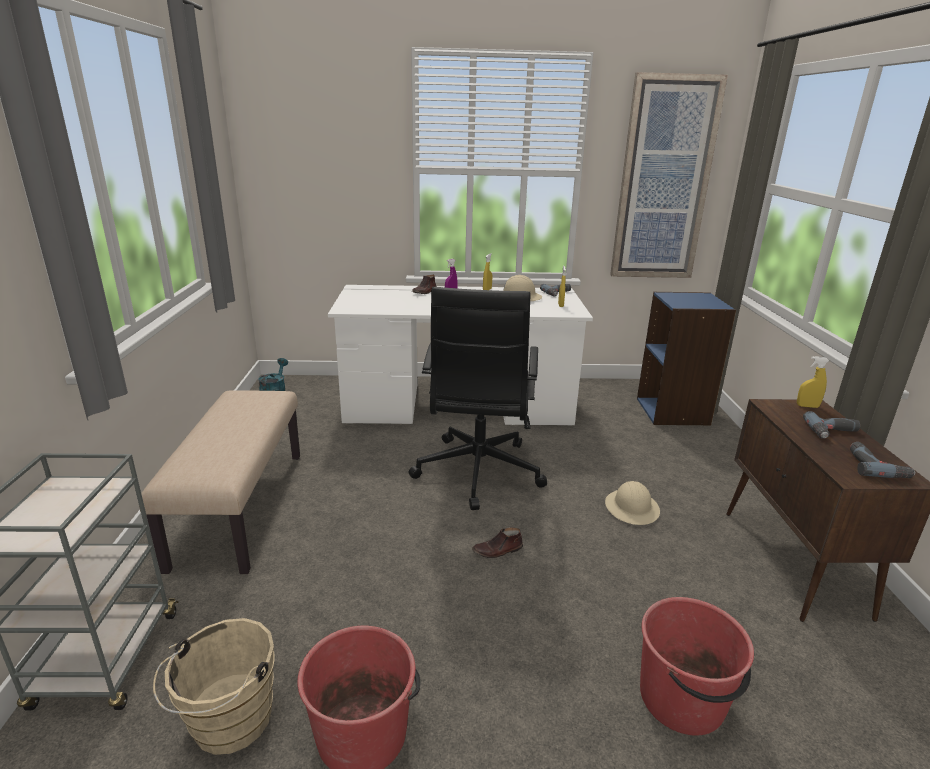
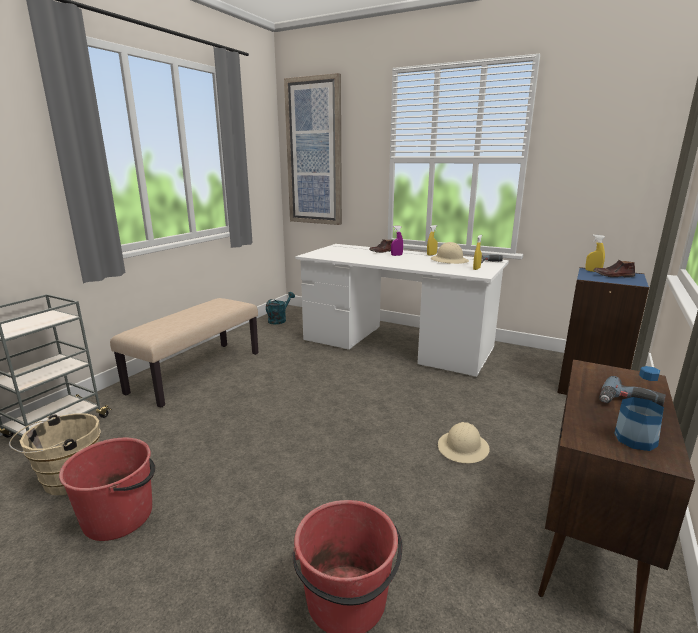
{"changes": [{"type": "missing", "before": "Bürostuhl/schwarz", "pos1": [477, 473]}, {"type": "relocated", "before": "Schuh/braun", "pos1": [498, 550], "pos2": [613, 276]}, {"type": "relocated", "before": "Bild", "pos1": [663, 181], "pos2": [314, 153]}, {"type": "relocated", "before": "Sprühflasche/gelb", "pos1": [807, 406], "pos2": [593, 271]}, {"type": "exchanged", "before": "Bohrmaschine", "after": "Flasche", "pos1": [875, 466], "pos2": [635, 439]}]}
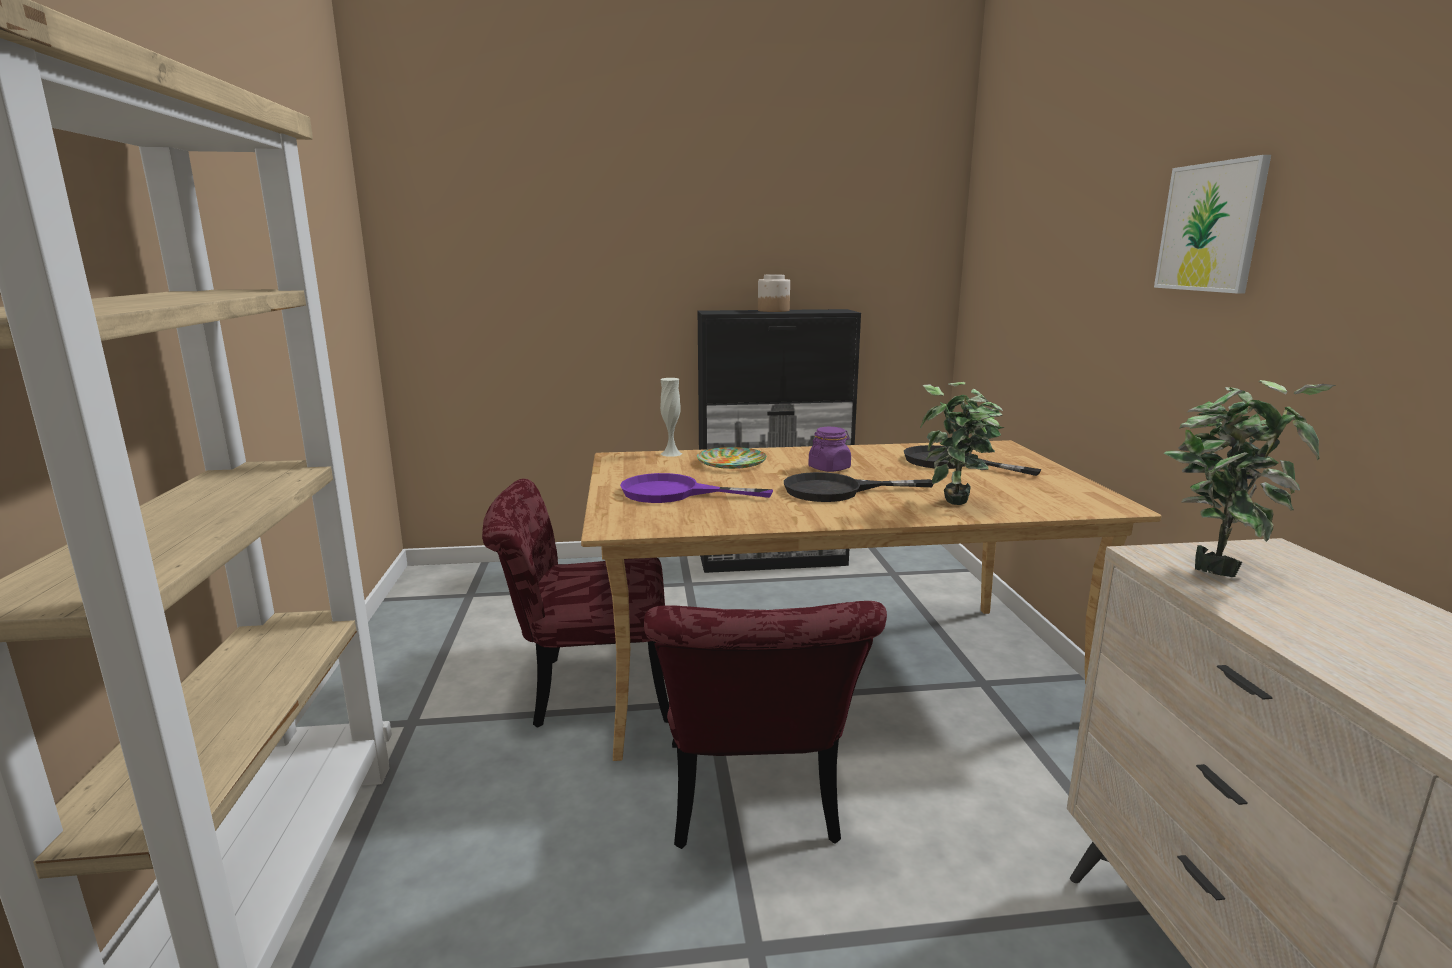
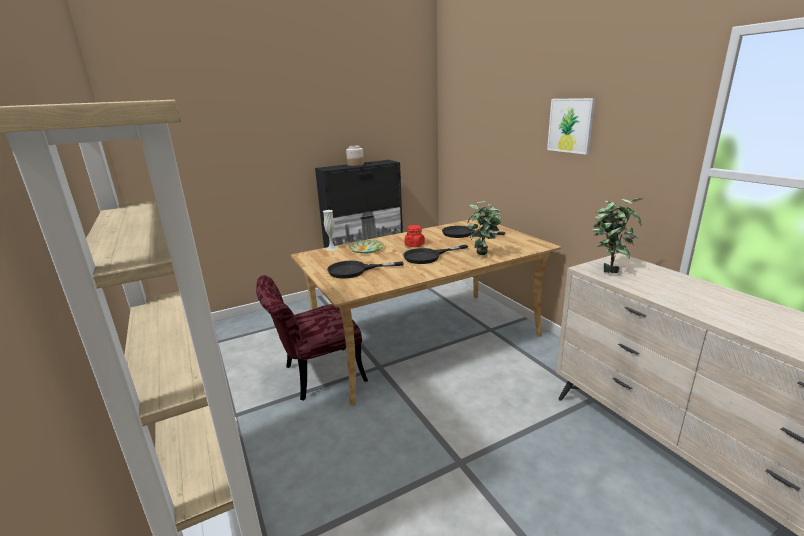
{"changes": [{"type": "colour", "before": "Pfanne/lila", "after": "Pfanne/schwarz", "pos1": [674, 493], "pos2": [355, 270]}, {"type": "missing", "before": "Stuhl/rot", "pos1": [753, 806]}, {"type": "colour", "before": "Vorratsglas/lila", "after": "Vorratsglas/rot", "pos1": [829, 468], "pos2": [414, 245]}]}
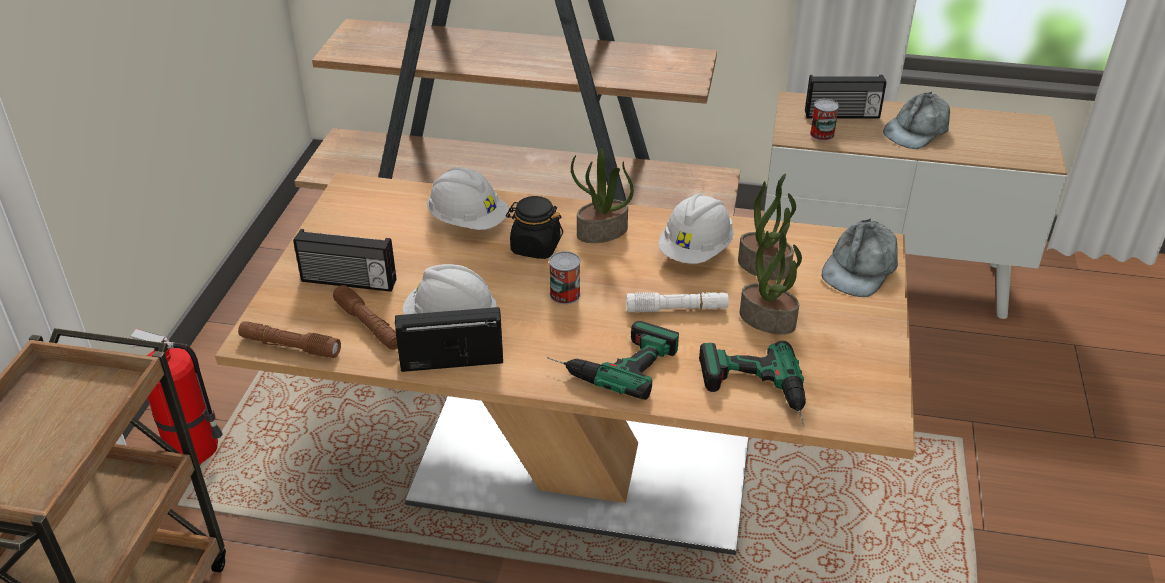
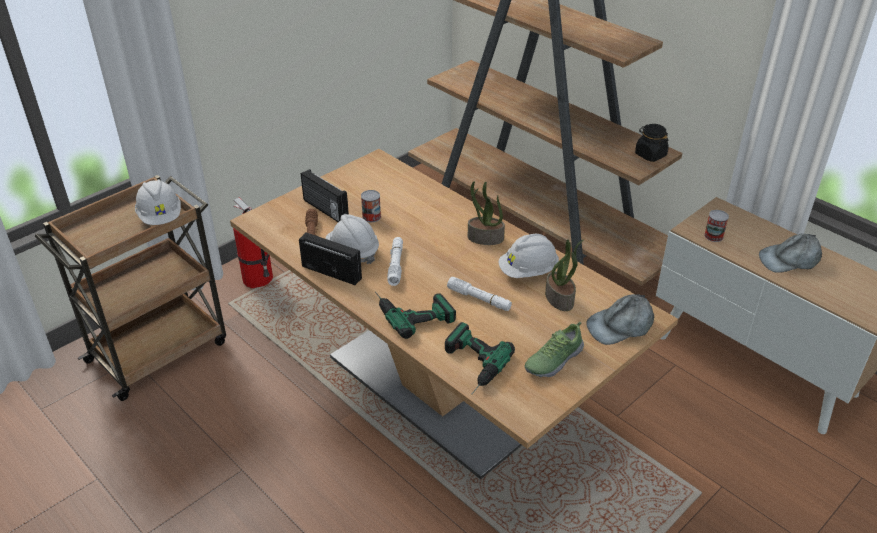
{"changes": [{"type": "missing", "before": "Taschenlampe/braun", "pos1": [290, 346]}, {"type": "relocated", "before": "Schutzhelm/weiß", "pos1": [468, 221], "pos2": [160, 217]}, {"type": "relocated", "before": "Vorratsglas/schwarz", "pos1": [535, 247], "pos2": [650, 155]}, {"type": "relocated", "before": "Dose", "pos1": [565, 294], "pos2": [371, 216]}, {"type": "missing", "before": "Topfpflanze", "pos1": [768, 319]}, {"type": "missing", "before": "Radio", "pos1": [842, 115]}, {"type": "appeared", "after": "Taschenlampe/weiß", "pos2": [396, 265]}, {"type": "appeared", "after": "Schuh", "pos2": [553, 360]}]}
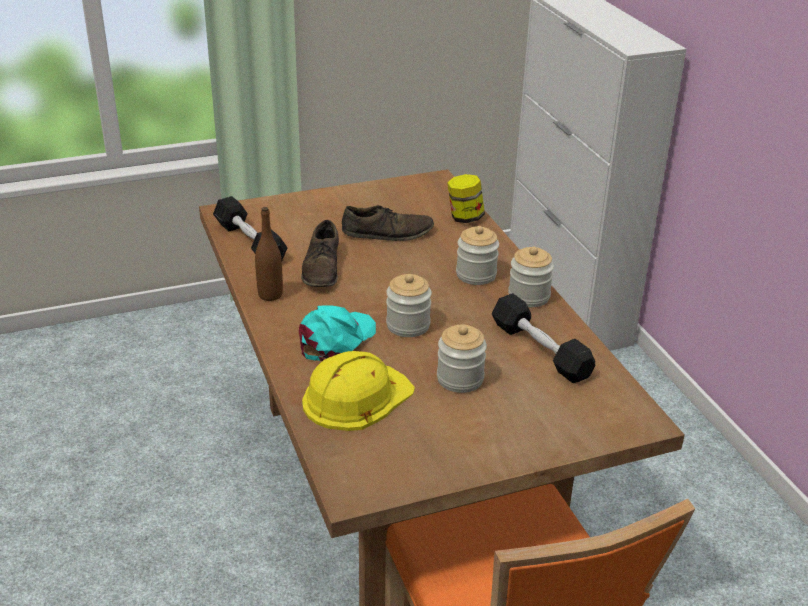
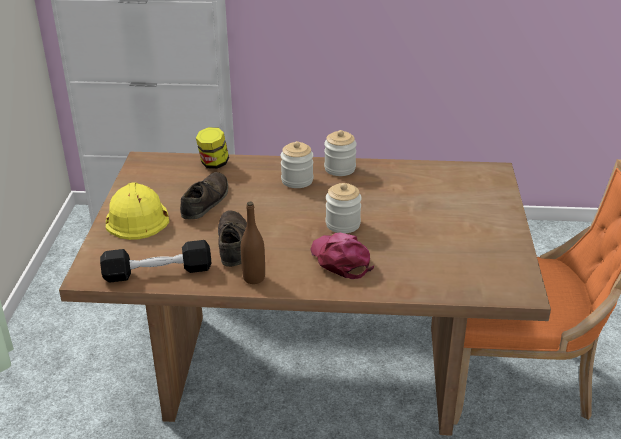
{"changes": [{"type": "colour", "before": "Kappe/türkis", "after": "Kappe/rosa", "pos1": [336, 339], "pos2": [341, 260]}, {"type": "spun", "before": "Schuh/braun", "pos1": [322, 268], "pos2": [232, 243], "turn": -120}, {"type": "relocated", "before": "Schutzhelm/gelb", "pos1": [356, 397], "pos2": [136, 216]}, {"type": "missing", "before": "Vorratsglas", "pos1": [460, 379]}, {"type": "missing", "before": "Hantel/schwarz", "pos1": [540, 350]}]}
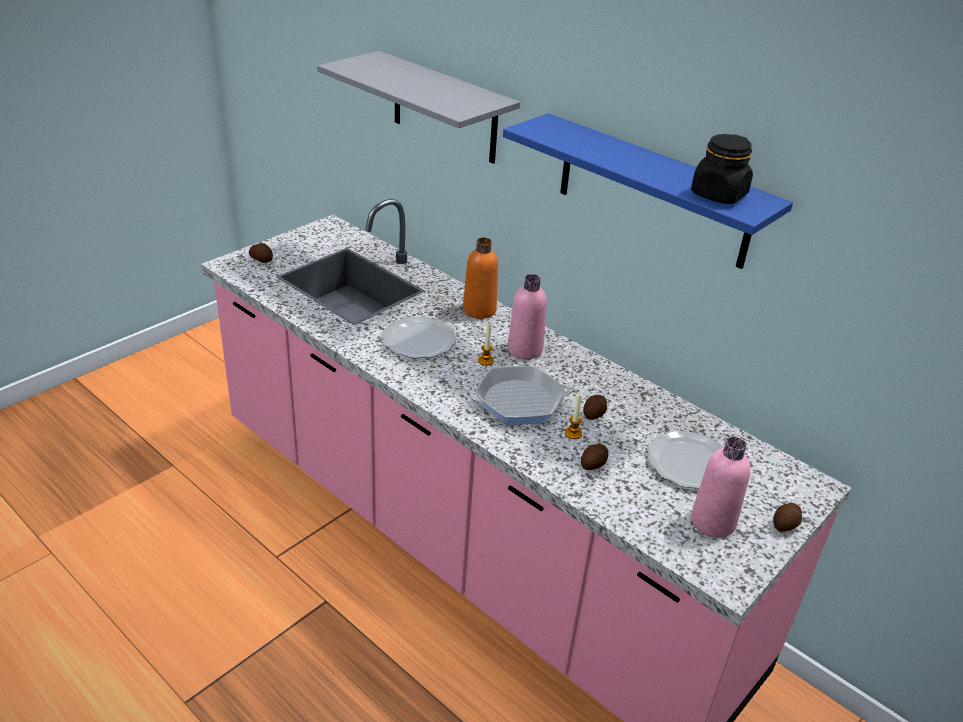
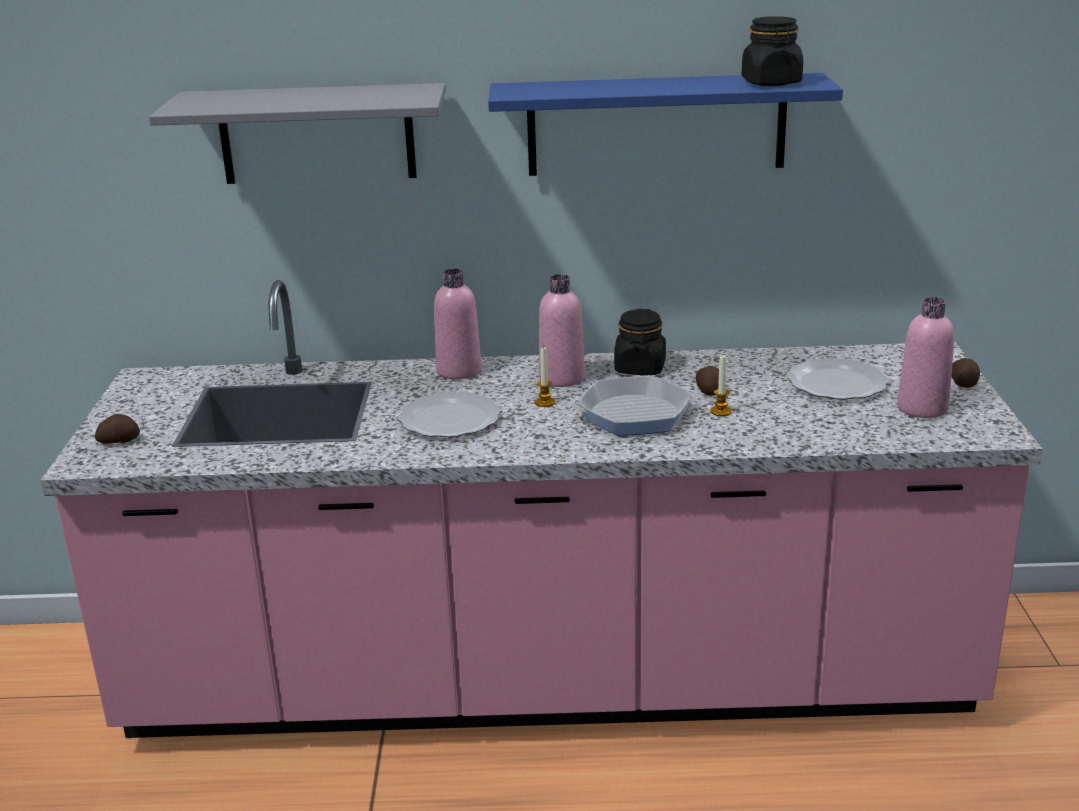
{"changes": [{"type": "colour", "before": "Flasche/orange", "after": "Flasche/rosa", "pos1": [479, 310], "pos2": [459, 371]}, {"type": "spun", "before": "Pfanne", "pos1": [519, 402], "pos2": [634, 414], "turn": 45}, {"type": "missing", "before": "Kartoffel", "pos1": [594, 464]}, {"type": "appeared", "after": "Vorratsglas/schwarz", "pos2": [640, 368]}]}
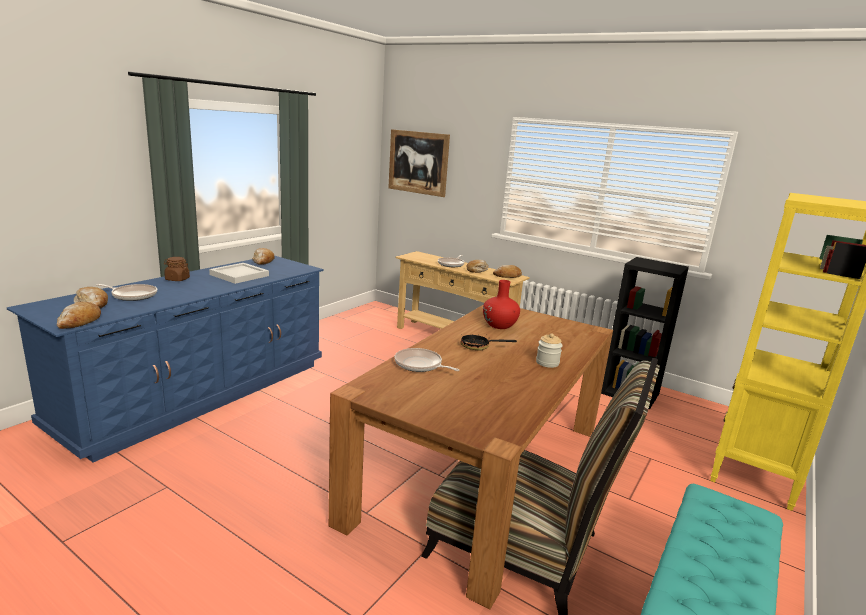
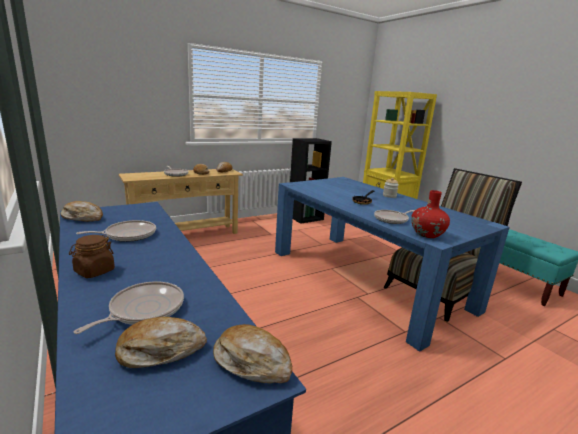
{"changes": [{"type": "exchanged", "before": "Tablett/weiß", "after": "Pfanne", "pos1": [239, 275], "pos2": [128, 235]}, {"type": "colour", "before": "Esstisch/braun", "after": "Esstisch/blau", "pos1": [483, 470], "pos2": [366, 278]}, {"type": "missing", "before": "Bild", "pos1": [418, 162]}, {"type": "relocated", "before": "Vase/rot", "pos1": [499, 325], "pos2": [427, 234]}]}
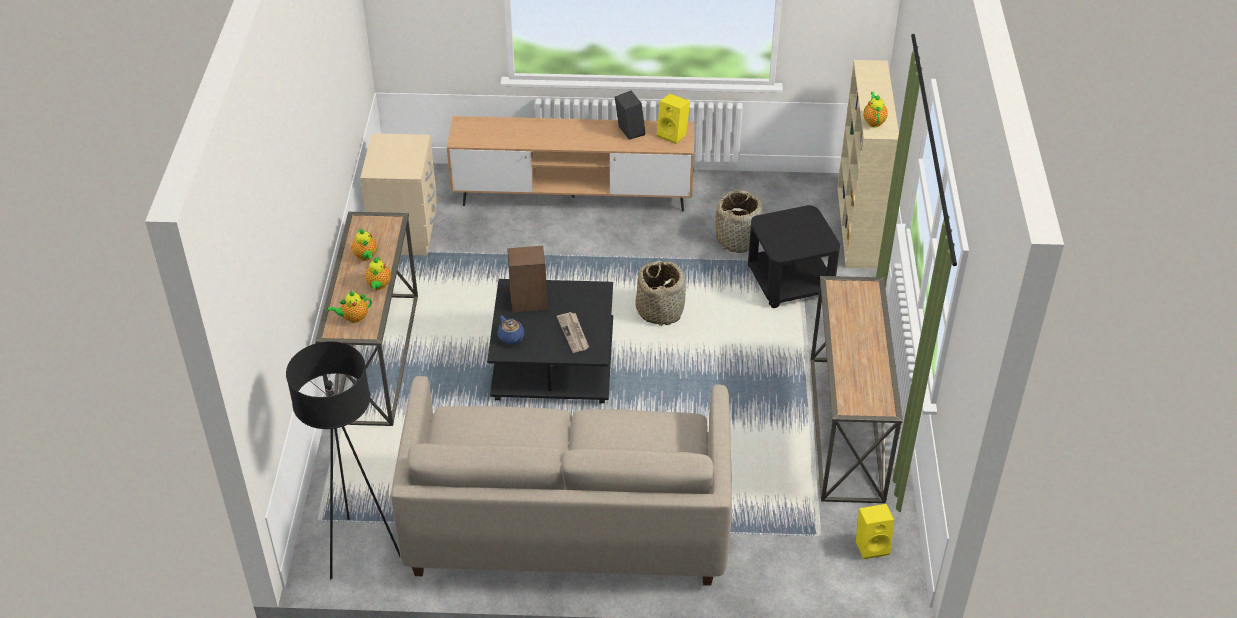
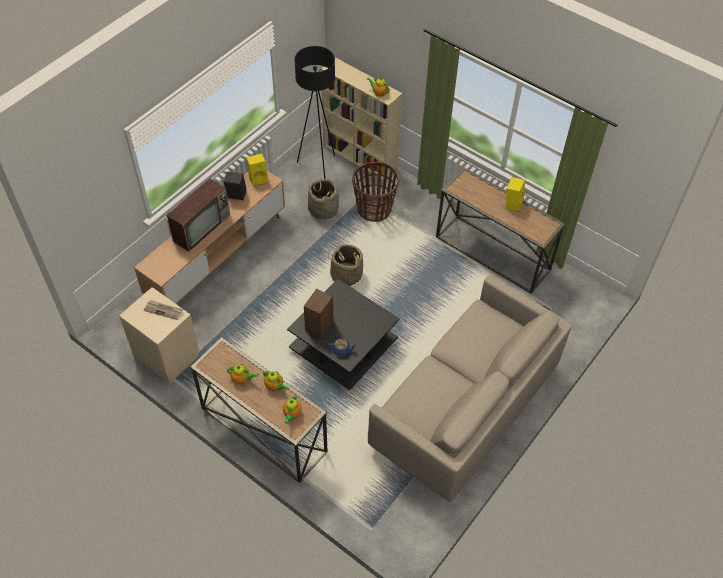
{"changes": [{"type": "relocated", "before": "Stehlampe/schwarz", "pos1": [360, 550], "pos2": [318, 166]}, {"type": "relocated", "before": "Zeitung", "pos1": [574, 333], "pos2": [164, 310]}, {"type": "exchanged", "before": "Beistelltisch/schwarz", "after": "Korb", "pos1": [789, 281], "pos2": [374, 209]}, {"type": "relocated", "before": "Lautsprecher/gelb", "pos1": [872, 545], "pos2": [512, 203]}, {"type": "appeared", "after": "Fernseher", "pos2": [202, 227]}]}
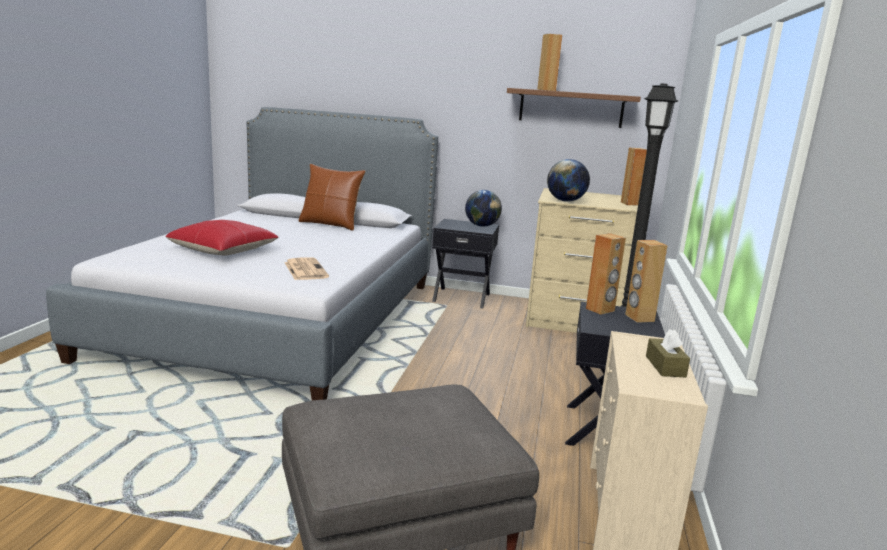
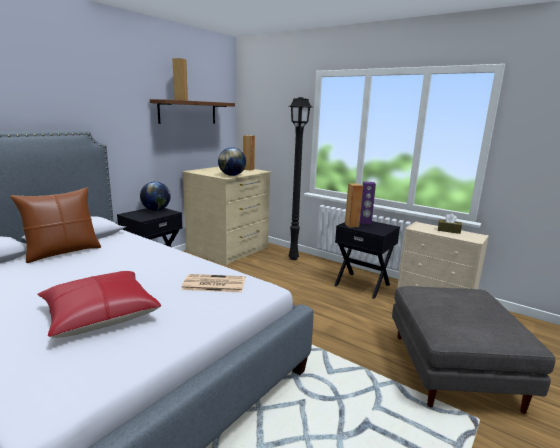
{"changes": [{"type": "colour", "before": "Lautsprecher/braun", "after": "Lautsprecher/lila", "pos1": [639, 318], "pos2": [365, 222]}]}
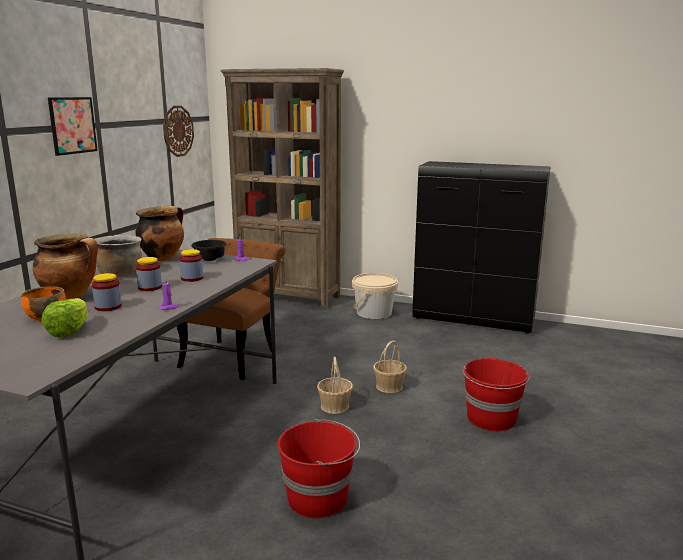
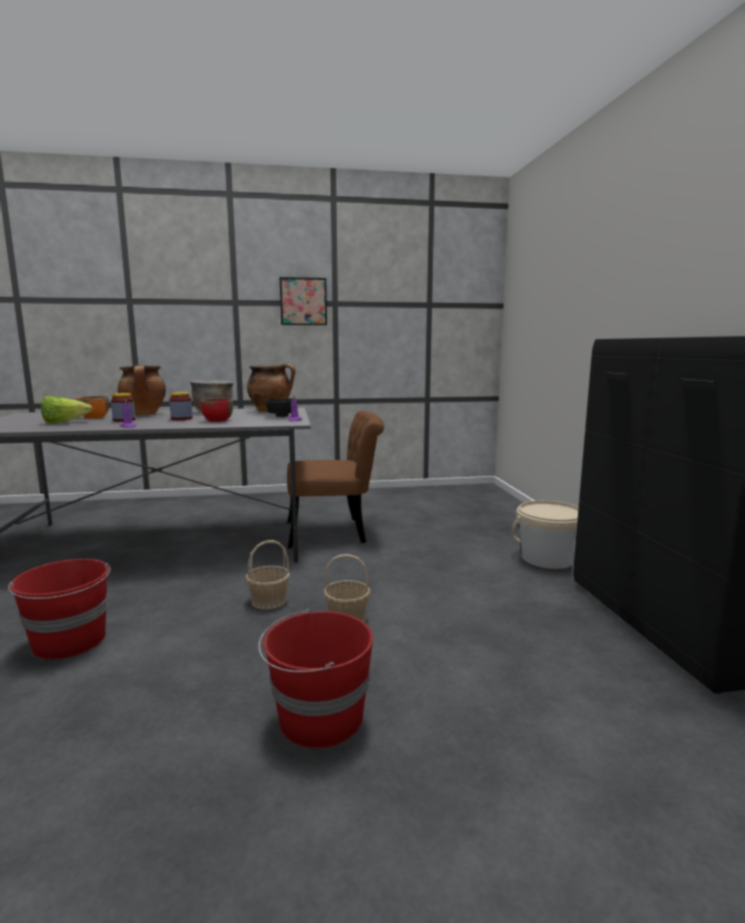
{"changes": [{"type": "missing", "before": "Wanduhr", "pos1": [178, 131]}, {"type": "exchanged", "before": "Vorratsglas", "after": "Schüssel/rot", "pos1": [192, 278], "pos2": [217, 420]}, {"type": "missing", "before": "Bücherregal/braun", "pos1": [288, 296]}]}
